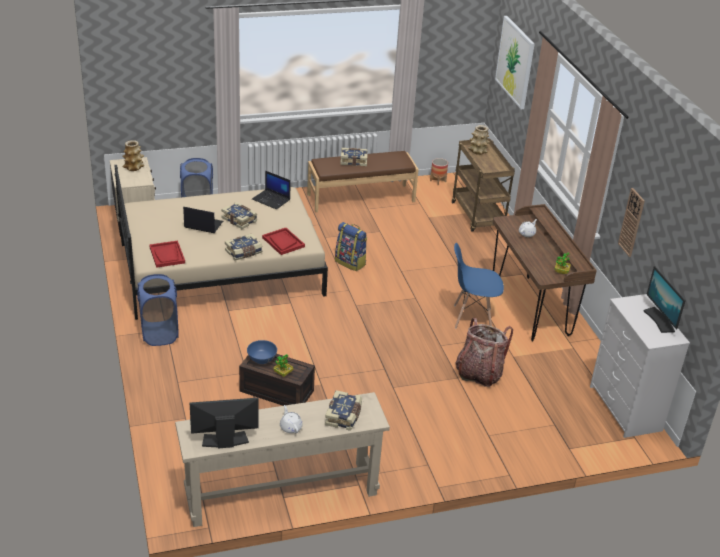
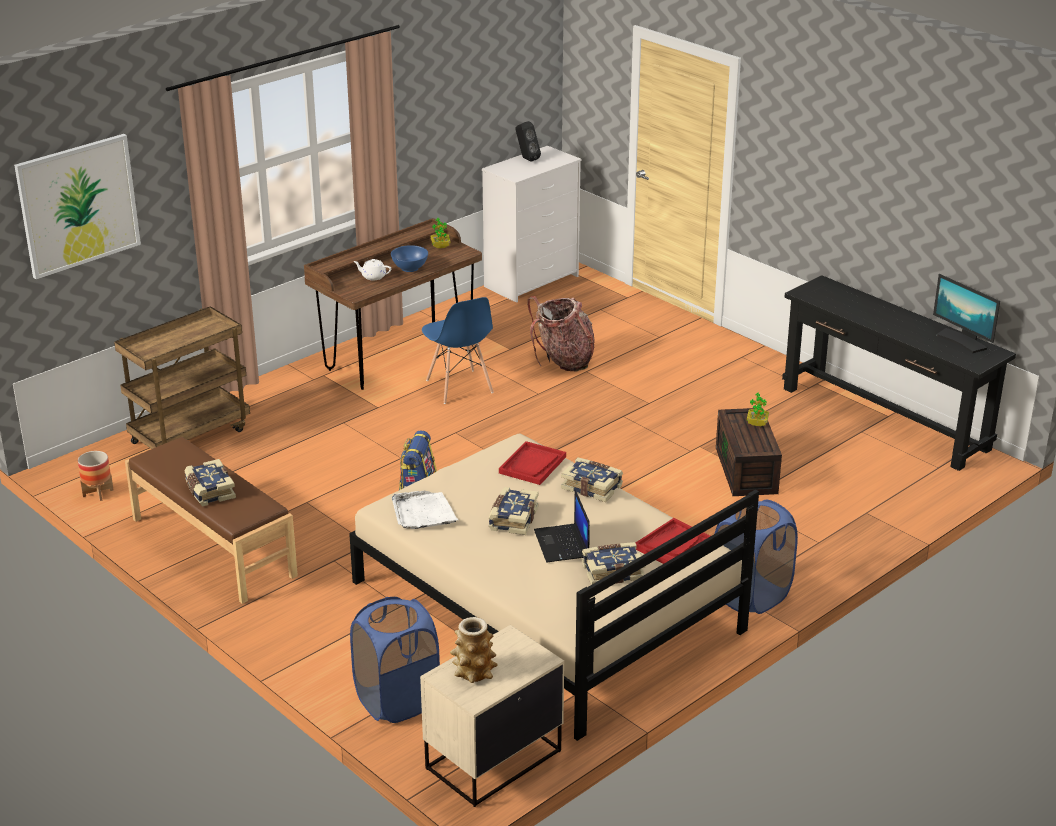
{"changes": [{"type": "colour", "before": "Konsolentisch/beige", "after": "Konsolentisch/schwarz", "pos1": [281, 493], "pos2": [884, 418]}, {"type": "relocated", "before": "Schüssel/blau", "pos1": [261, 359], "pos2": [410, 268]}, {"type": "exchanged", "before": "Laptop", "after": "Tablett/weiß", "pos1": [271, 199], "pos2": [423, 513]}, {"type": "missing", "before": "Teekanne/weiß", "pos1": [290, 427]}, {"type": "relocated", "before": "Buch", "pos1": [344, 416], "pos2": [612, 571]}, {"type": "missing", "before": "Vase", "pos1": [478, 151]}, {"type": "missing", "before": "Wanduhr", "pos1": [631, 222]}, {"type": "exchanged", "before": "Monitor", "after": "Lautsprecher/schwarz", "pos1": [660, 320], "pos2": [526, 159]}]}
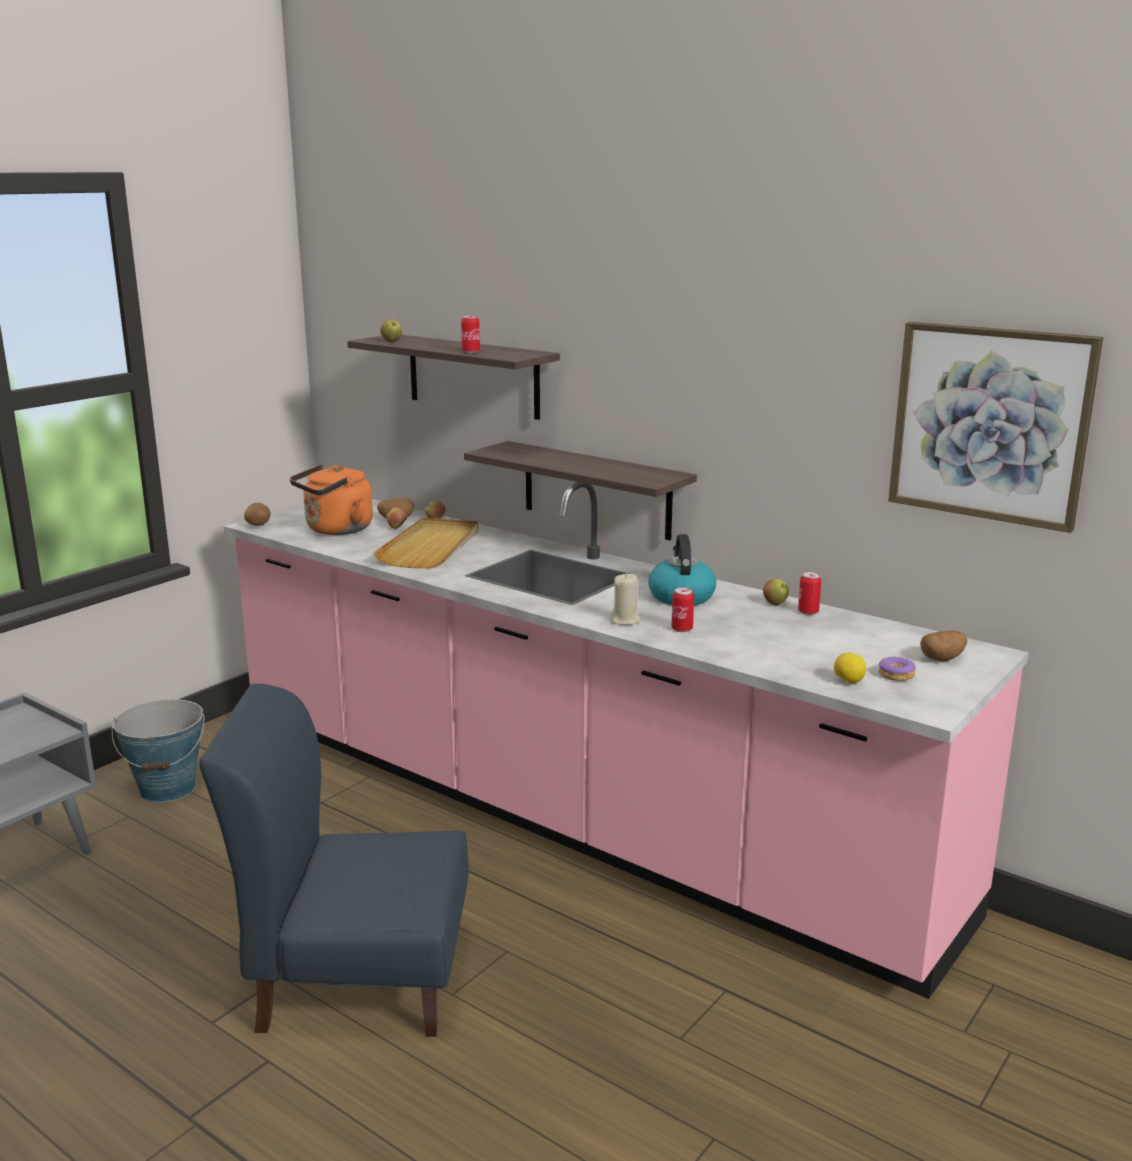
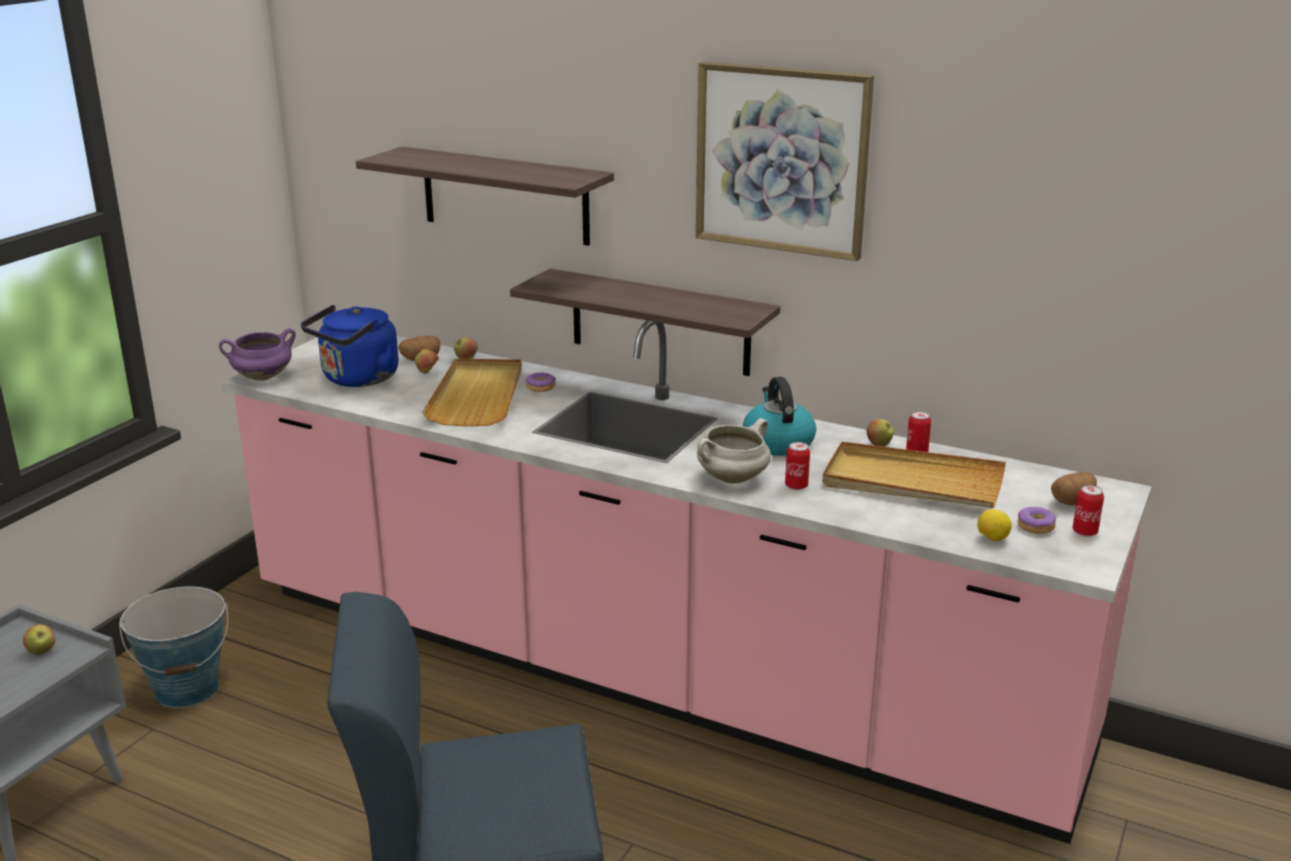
{"changes": [{"type": "exchanged", "before": "Kartoffel", "after": "Kochtopf/lila", "pos1": [258, 524], "pos2": [262, 377]}, {"type": "colour", "before": "Wasserkessel/orange", "after": "Wasserkessel/blau", "pos1": [336, 530], "pos2": [357, 379]}, {"type": "relocated", "before": "Apfel", "pos1": [391, 341], "pos2": [42, 652]}, {"type": "relocated", "before": "Dose", "pos1": [471, 352], "pos2": [1085, 532]}, {"type": "exchanged", "before": "Kerze/beige", "after": "Kochtopf/weiß", "pos1": [625, 620], "pos2": [732, 479]}, {"type": "relocated", "before": "Bild", "pos1": [990, 424], "pos2": [781, 160]}, {"type": "appeared", "after": "Donut", "pos2": [541, 387]}, {"type": "appeared", "after": "Tablett/beige", "pos2": [912, 482]}]}
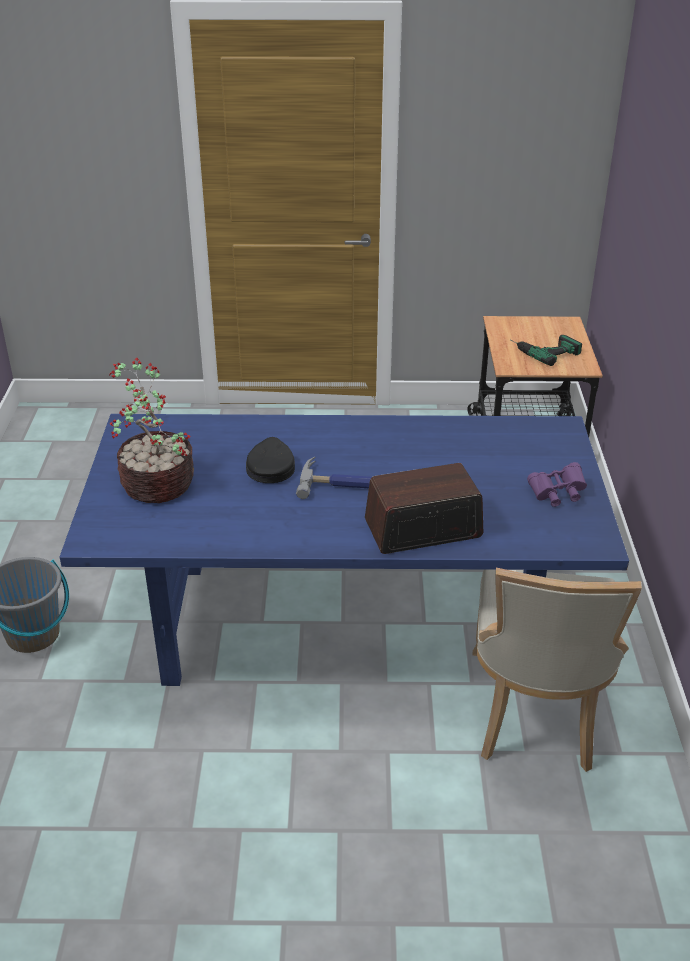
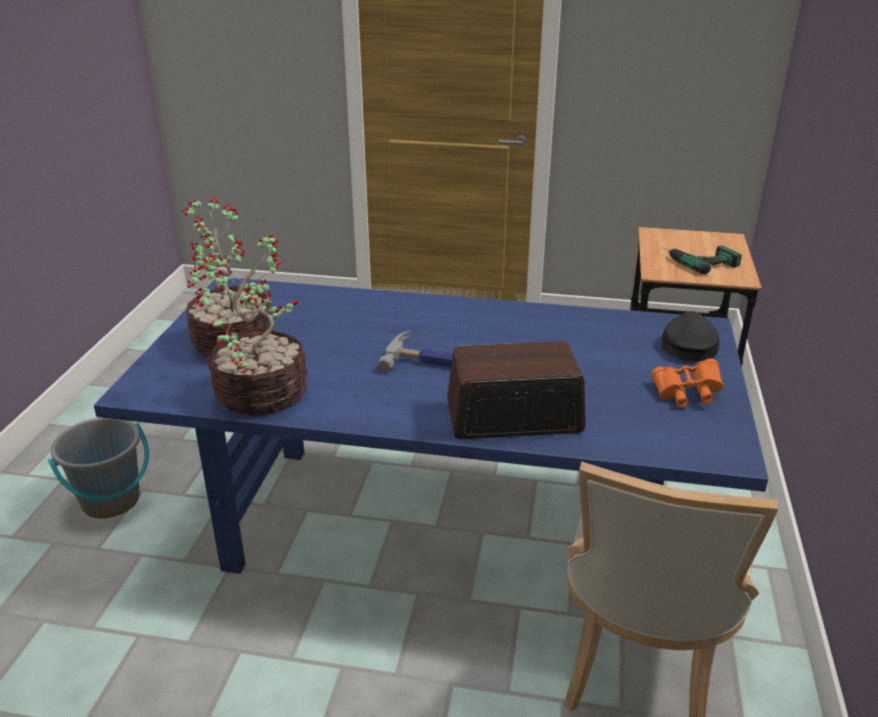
{"changes": [{"type": "relocated", "before": "Kappe/schwarz", "pos1": [270, 467], "pos2": [688, 345]}, {"type": "colour", "before": "Fernglas/lila", "after": "Fernglas/orange", "pos1": [557, 494], "pos2": [686, 395]}, {"type": "appeared", "after": "Topfpflanze", "pos2": [263, 392]}]}
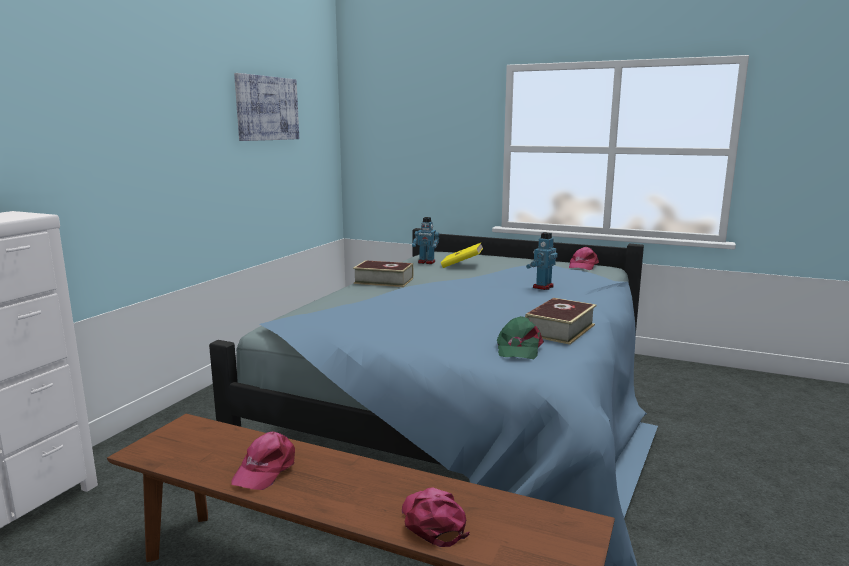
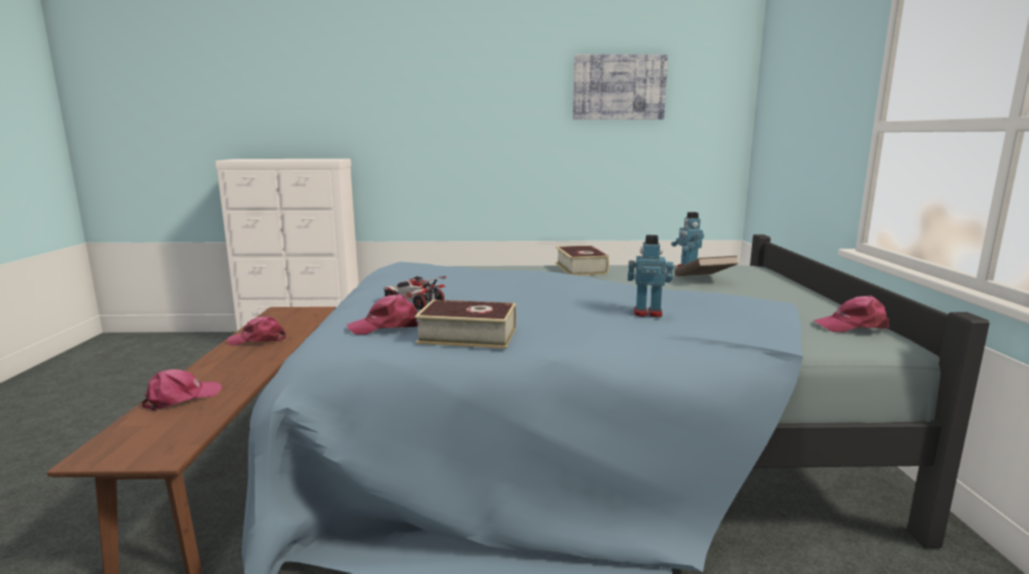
{"changes": [{"type": "colour", "before": "Buch/gelb", "after": "Buch/braun", "pos1": [462, 265], "pos2": [704, 280]}, {"type": "colour", "before": "Kappe/grün", "after": "Kappe/rosa", "pos1": [518, 348], "pos2": [387, 326]}, {"type": "appeared", "after": "Spielzeugauto", "pos2": [413, 303]}]}
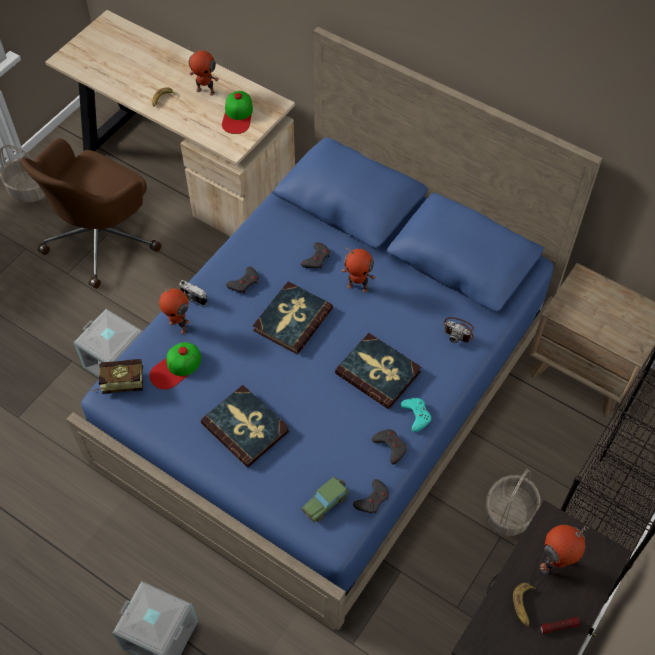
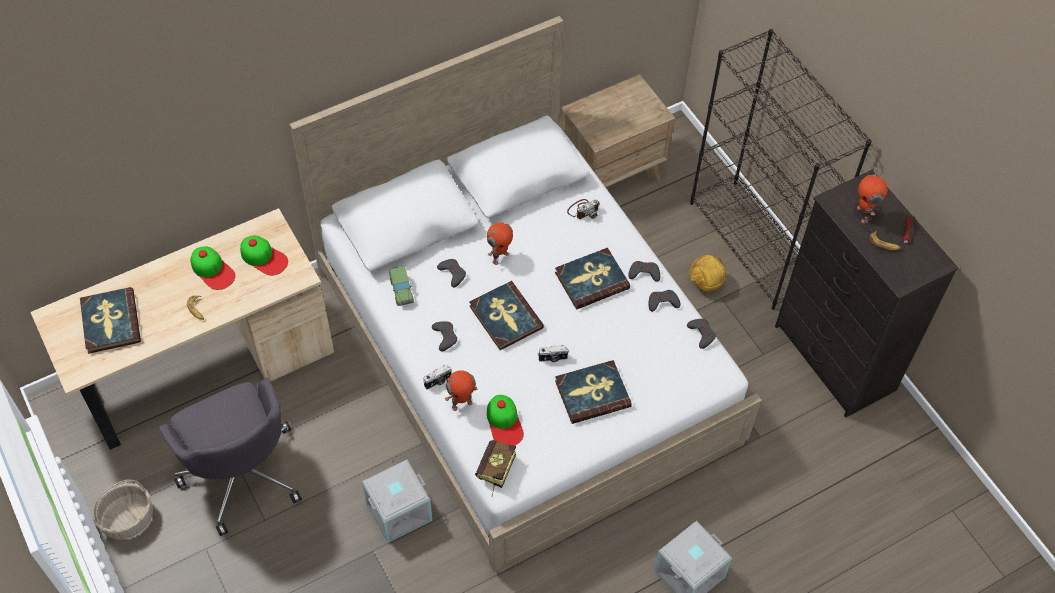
{"changes": [{"type": "colour", "before": "Bürostuhl/braun", "after": "Bürostuhl/grau", "pos1": [102, 239], "pos2": [242, 472]}, {"type": "colour", "before": "Bett/blau", "after": "Bett/weiß", "pos1": [329, 388], "pos2": [526, 354]}, {"type": "exchanged", "before": "Spielzeugroboter", "after": "Kappe", "pos1": [206, 90], "pos2": [213, 270]}, {"type": "relocated", "before": "Spielzeugauto", "pos1": [326, 503], "pos2": [401, 290]}, {"type": "colour", "before": "Gamepad/türkis", "after": "Gamepad/grau", "pos1": [416, 415], "pos2": [644, 273]}, {"type": "exchanged", "before": "Korb", "after": "Fußball", "pos1": [509, 514], "pos2": [705, 283]}, {"type": "appeared", "after": "Buch", "pos2": [110, 322]}, {"type": "appeared", "after": "Kamera", "pos2": [553, 358]}]}
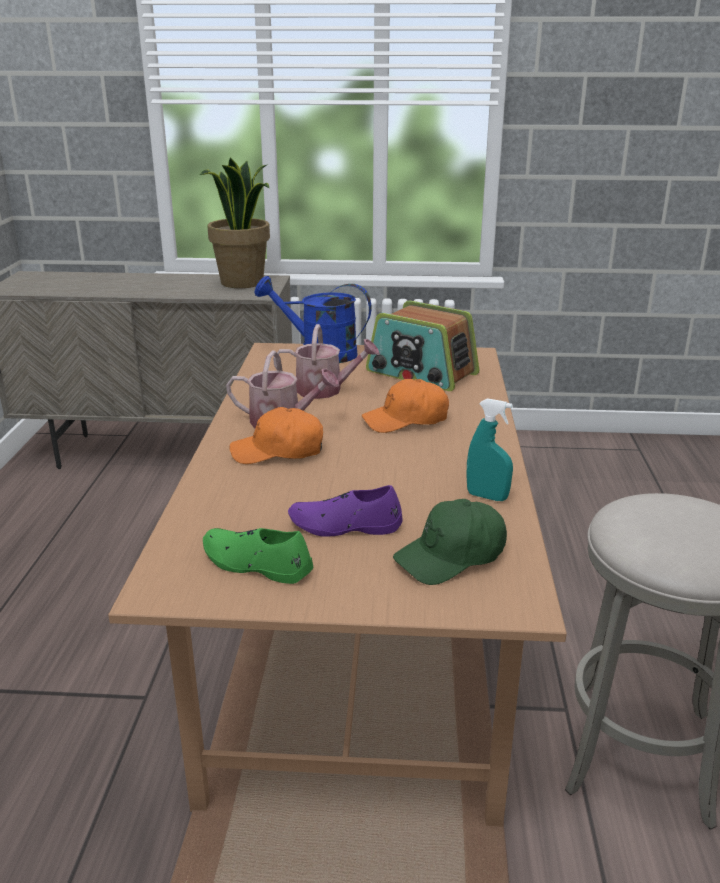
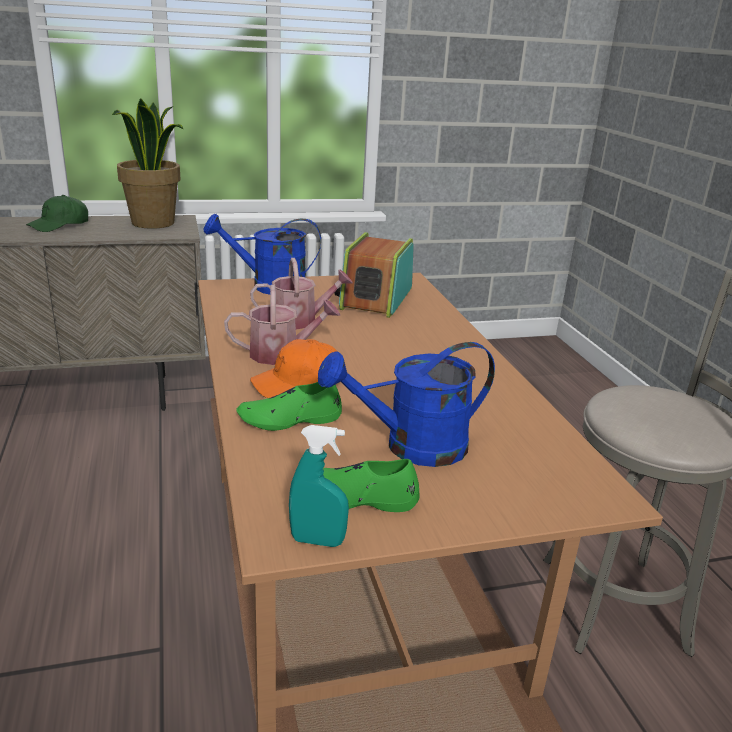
{"changes": [{"type": "exchanged", "before": "Schuh/lila", "after": "Gießkanne/blau", "pos1": [345, 525], "pos2": [412, 447]}, {"type": "missing", "before": "Kappe/orange", "pos1": [406, 420]}, {"type": "spun", "before": "Radio", "pos1": [421, 373], "pos2": [375, 299], "turn": 90}, {"type": "relocated", "before": "Kappe/grün", "pos1": [451, 556], "pos2": [59, 225]}, {"type": "relocated", "before": "Sprühflasche/türkis", "pos1": [487, 496], "pos2": [317, 541]}, {"type": "appeared", "after": "Schuh/grün", "pos2": [290, 419]}]}
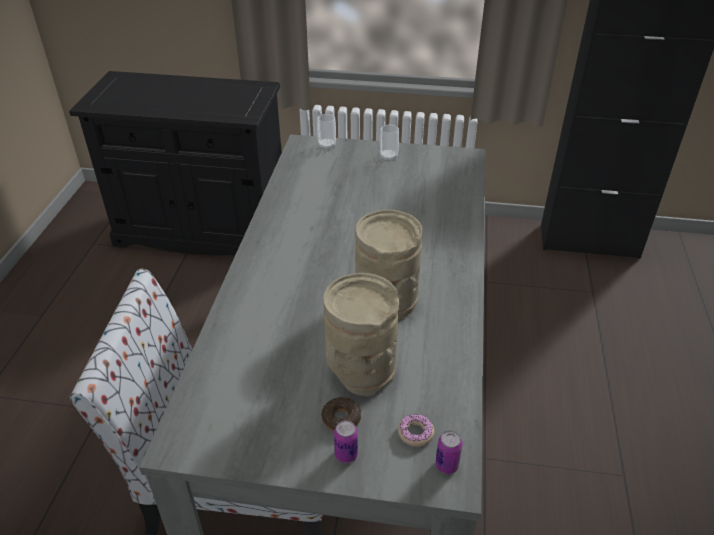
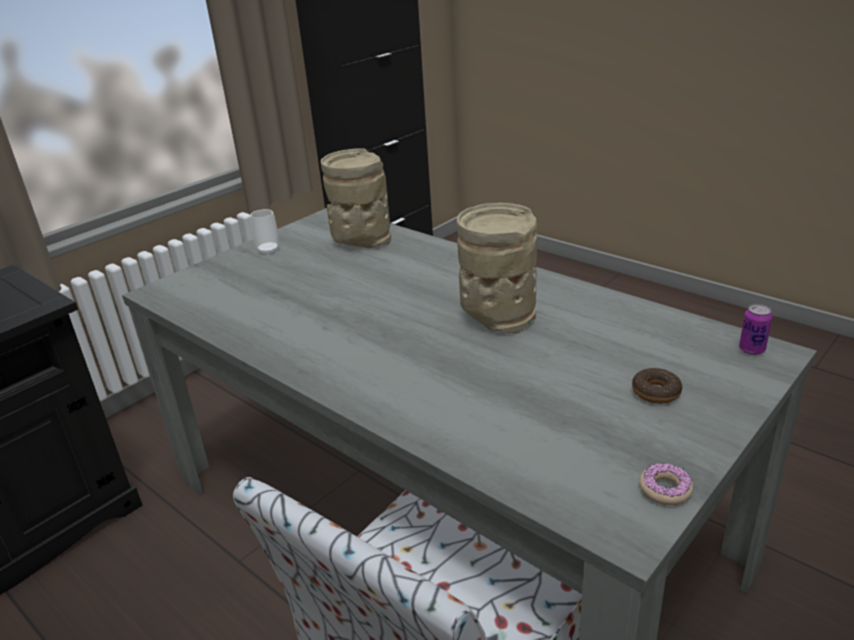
{"changes": [{"type": "missing", "before": "Tasse", "pos1": [327, 146]}, {"type": "relocated", "before": "Vase/beige", "pos1": [360, 369], "pos2": [360, 241]}, {"type": "missing", "before": "Dose", "pos1": [346, 454]}, {"type": "relocated", "before": "Donut", "pos1": [415, 433], "pos2": [665, 489]}]}
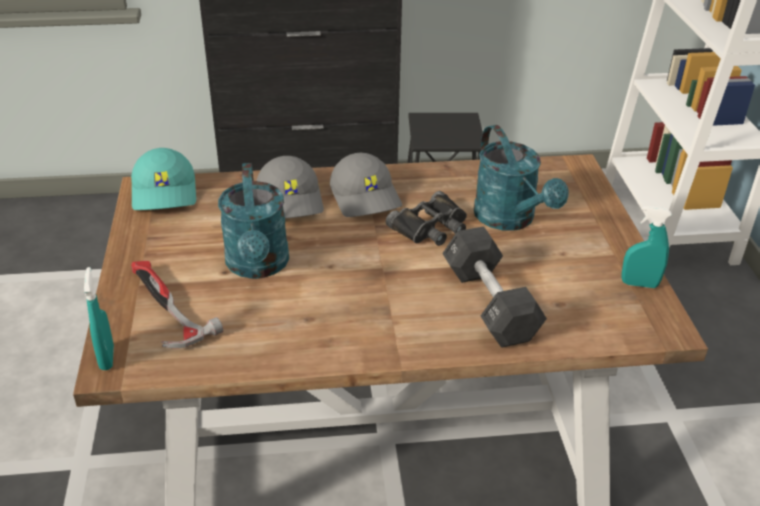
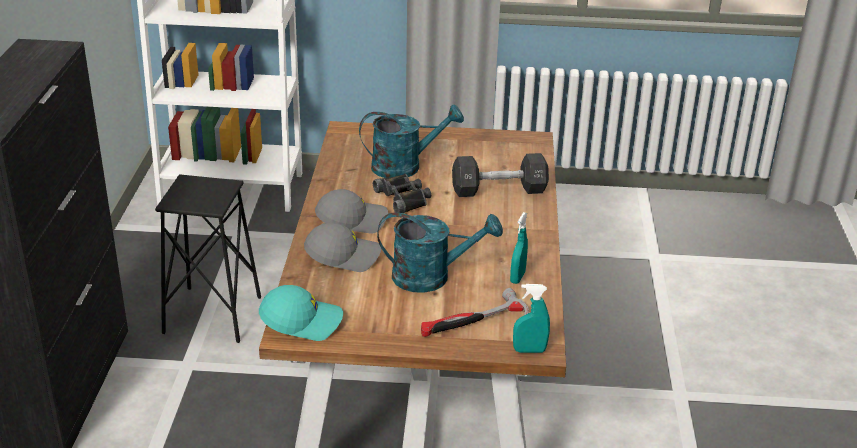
{"changes": [{"type": "relocated", "before": "Sprühflasche/türkis", "pos1": [639, 284], "pos2": [517, 277]}]}
